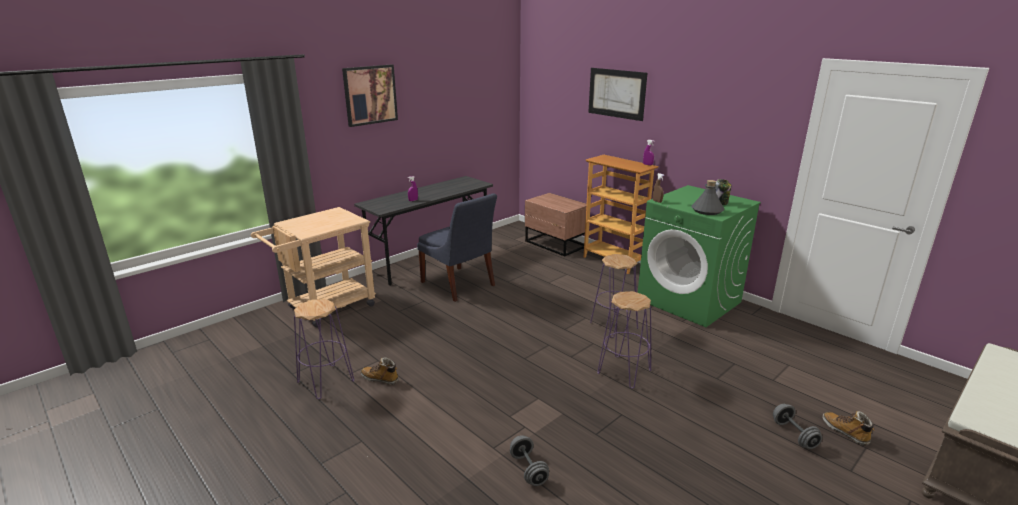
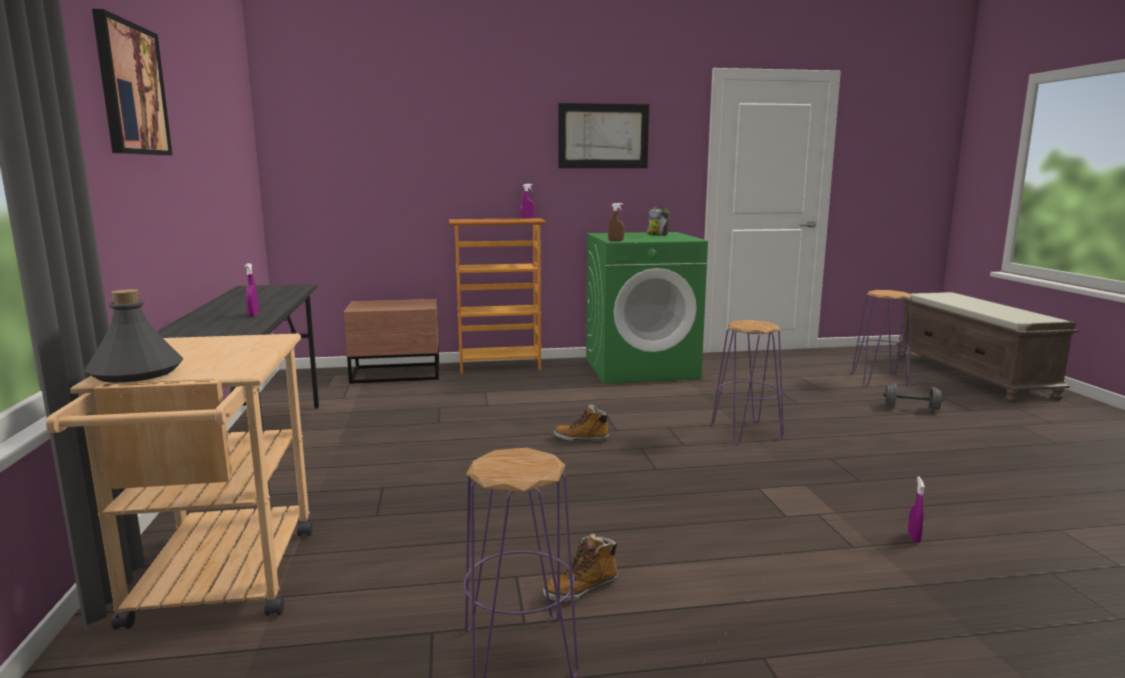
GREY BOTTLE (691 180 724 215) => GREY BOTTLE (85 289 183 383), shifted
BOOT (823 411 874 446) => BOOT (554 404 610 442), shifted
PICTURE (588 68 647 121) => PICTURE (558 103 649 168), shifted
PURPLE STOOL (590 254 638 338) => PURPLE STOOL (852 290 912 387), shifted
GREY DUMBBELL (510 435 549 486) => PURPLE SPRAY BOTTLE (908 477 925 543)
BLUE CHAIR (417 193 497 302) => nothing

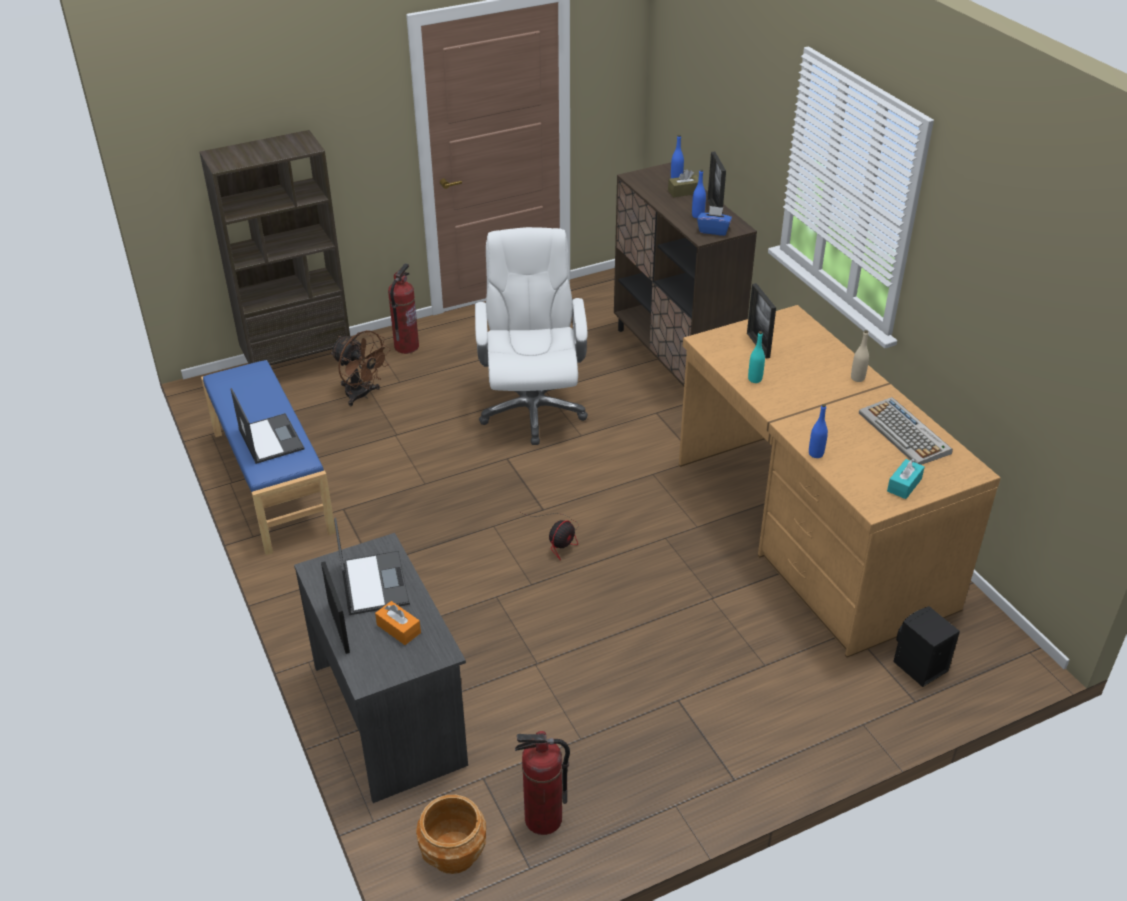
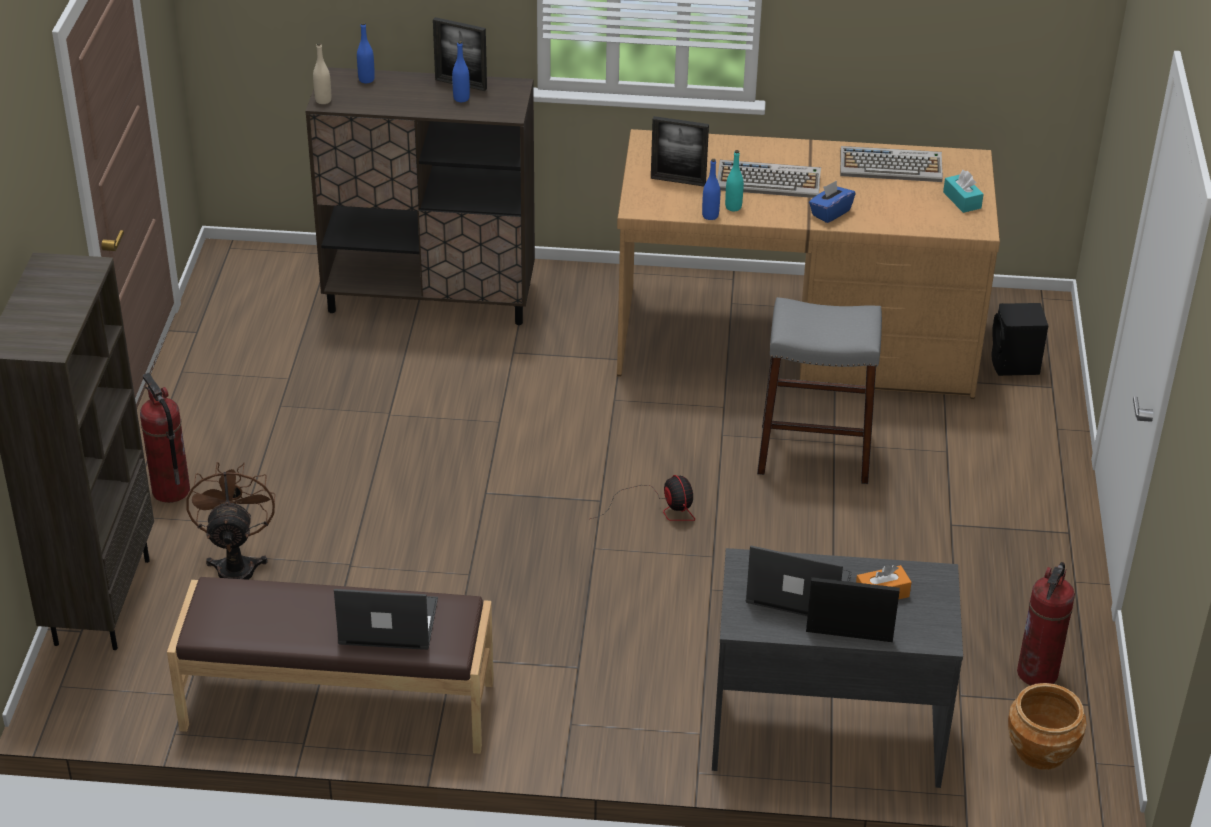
BLUE BENCH (201 360 336 555) => BROWN BENCH (167 577 494 754)
BROWN FAN (330 330 391 406) => BROWN FAN (186 462 275 580), 75 degrees counterclockwise
BEIGE BOTTLE (851 330 869 382) => BEIGE BOTTLE (313 43 331 104), shifted
BLUE BOTTLE (809 404 828 458) => BLUE BOTTLE (702 159 720 220), shifted
nothing => KEYBOARD (717 160 821 198)
nothing => GREY STOOL (757 297 882 484)
BLUE TISSUE BOX (697 206 732 236) => BLUE TISSUE BOX (809 180 855 223), shifted
WHITE OFFICE CHAIR (475 227 588 445) => nothing
BROWN TISSUE BOX (668 169 699 197) => nothing

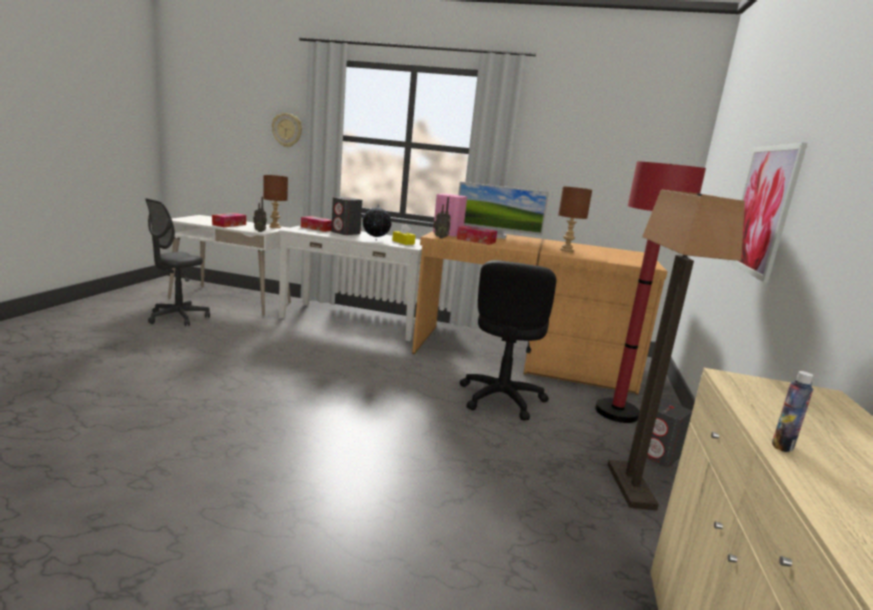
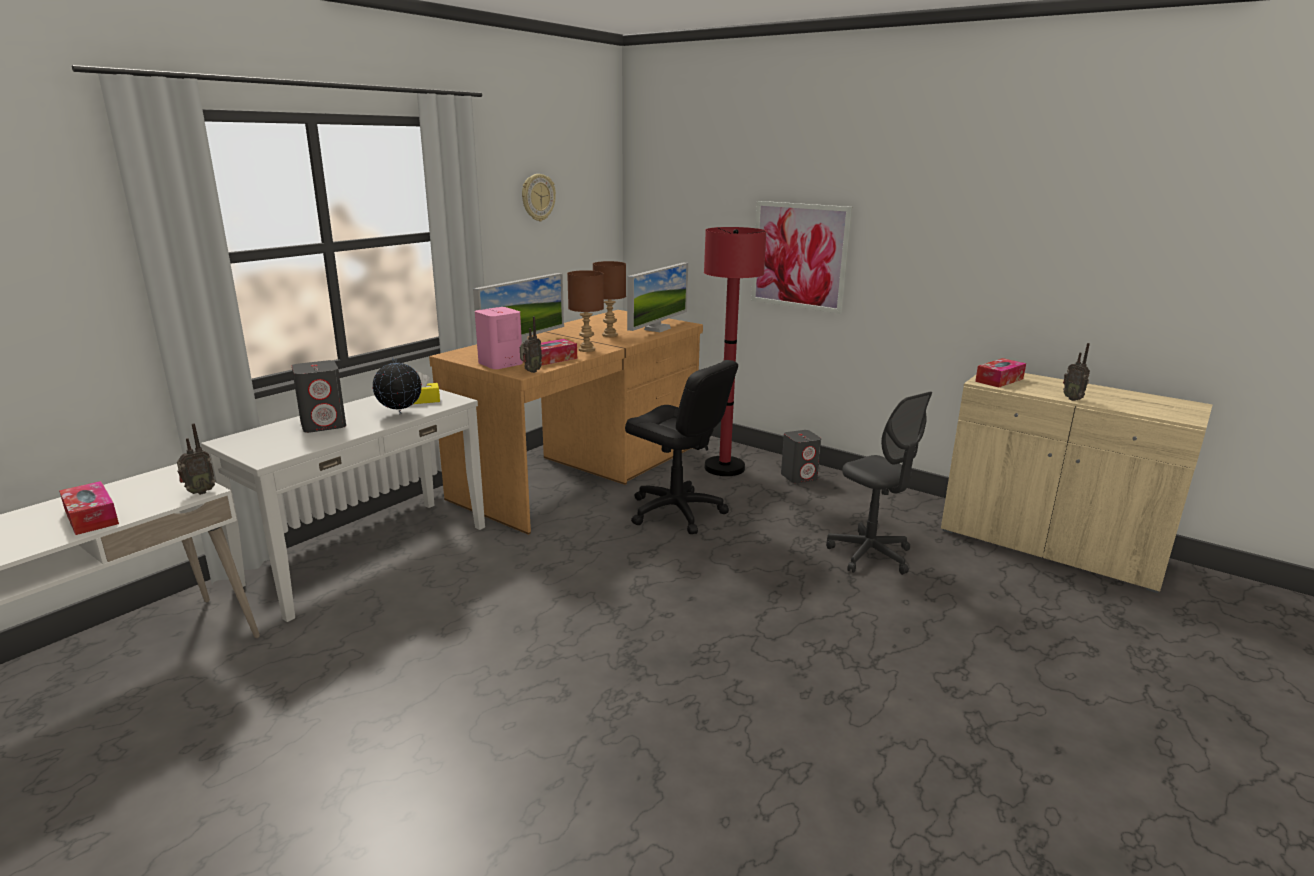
WALL CLOCK (272 113 302 147) => WALL CLOCK (522 174 556 221), shifted
BROWN TABLE LAMP (263 175 288 228) => BROWN TABLE LAMP (567 270 604 352), shifted
nothing => MONITOR (627 263 688 332)
GREY OFFICE CHAIR (145 199 210 326) => GREY OFFICE CHAIR (826 392 932 575), shifted
TISSUE BOX (301 216 332 232) => TISSUE BOX (975 358 1026 388), shifted
BOTTLE (772 371 814 452) => RADIO (1063 343 1090 401)
FLOOR LAMP (608 190 745 510) => nothing

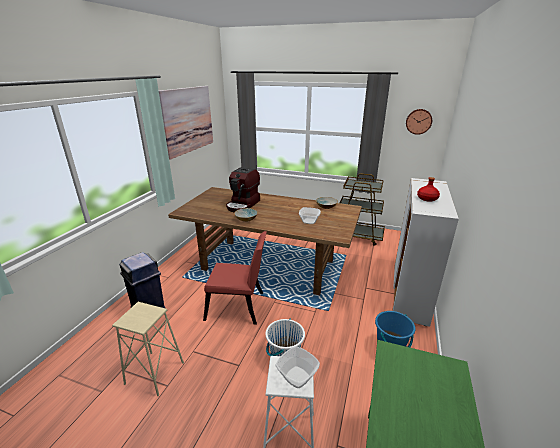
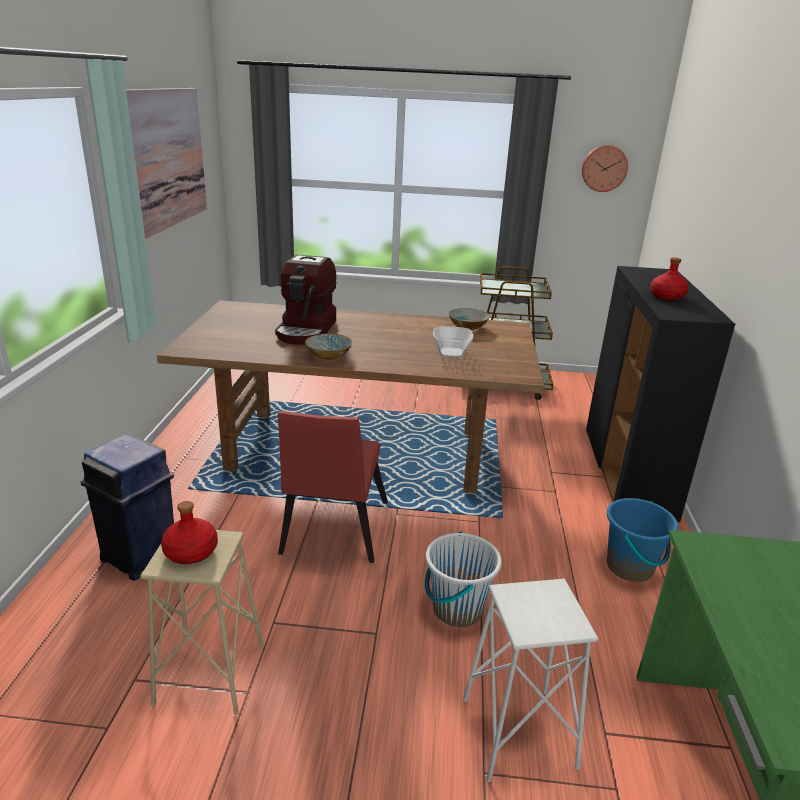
nothing => RED BOTTLE (161 501 218 564)
RED CHAIR (203 231 267 325) => RED CHAIR (278 410 388 563), 105 degrees clockwise
WHITE CABINET (392 178 459 327) => BLACK CABINET (586 266 735 522)
BOWL (275 346 320 388) => nothing

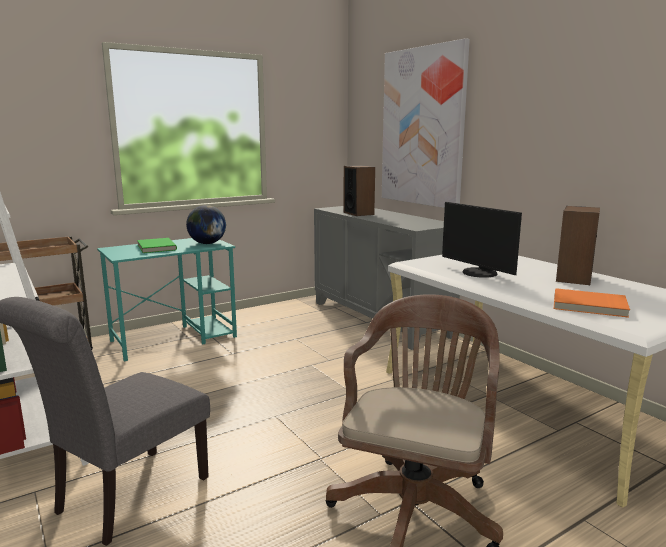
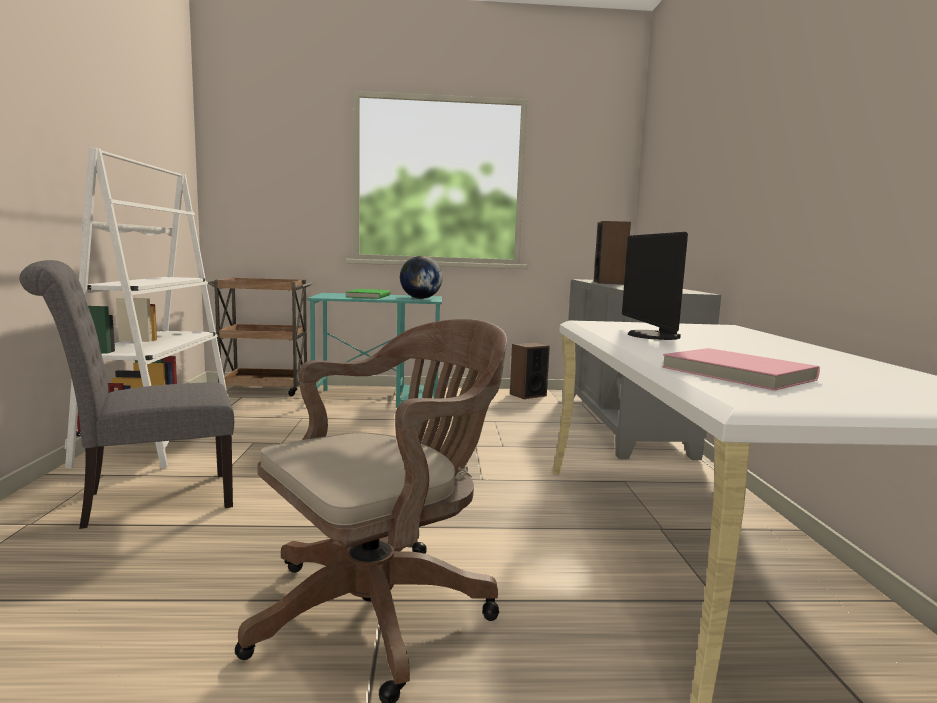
SPEAKER (556 206 600 285) => SPEAKER (510 342 550 399), shifted
ORANGE BOOK (554 288 630 318) => PINK BOOK (662 348 820 391)
PICTURE (382 38 470 208) => nothing

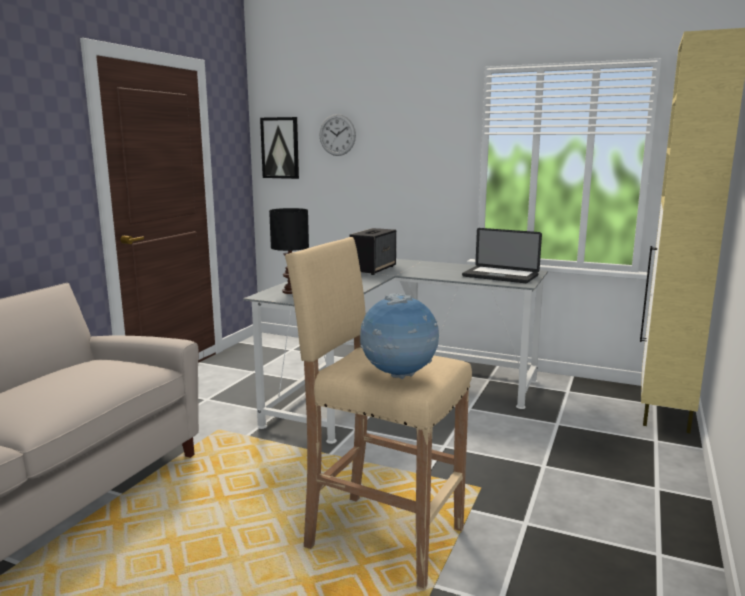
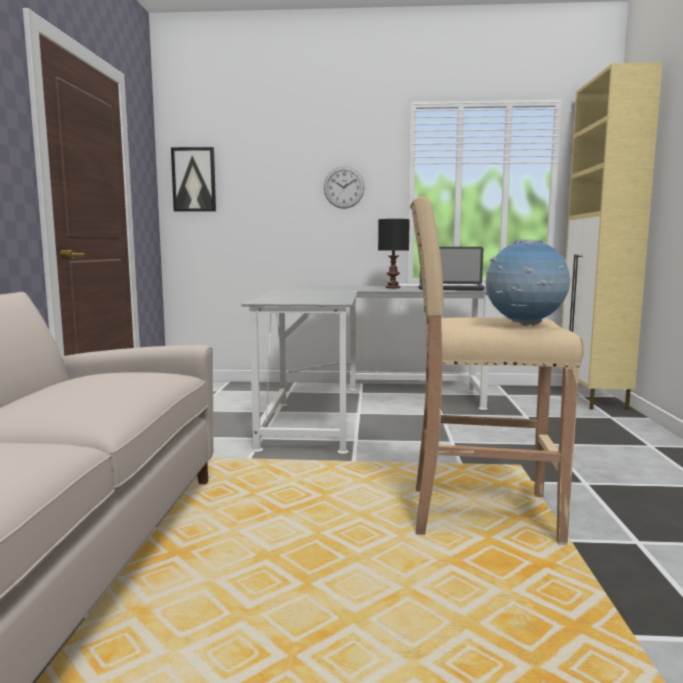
WALL CLOCK (319 114 356 156) => WALL CLOCK (324 166 365 209), shifted
BLACK TABLE LAMP (269 208 309 294) => BLACK TABLE LAMP (378 219 410 288), shifted
SPEAKER (349 228 396 275) => nothing

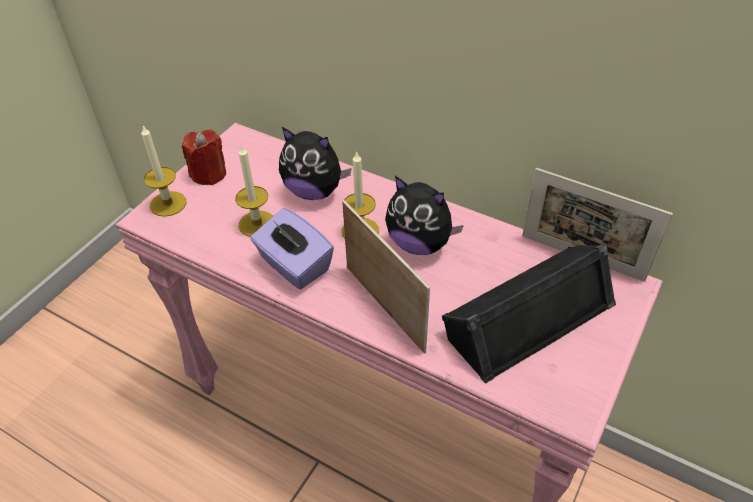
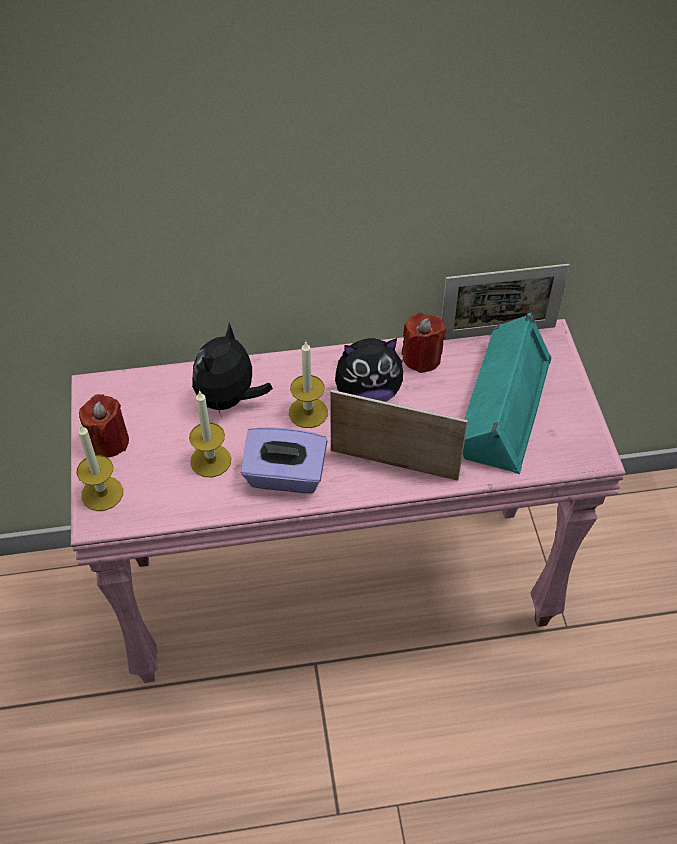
PLUSH TOY (279 127 352 200) => PLUSH TOY (192 323 273 417), 135 degrees clockwise
nothing => RED CANDLE (402 313 447 373)
BLACK SPEAKER (442 243 616 384) => TURQUOISE SPEAKER (463 312 552 474)

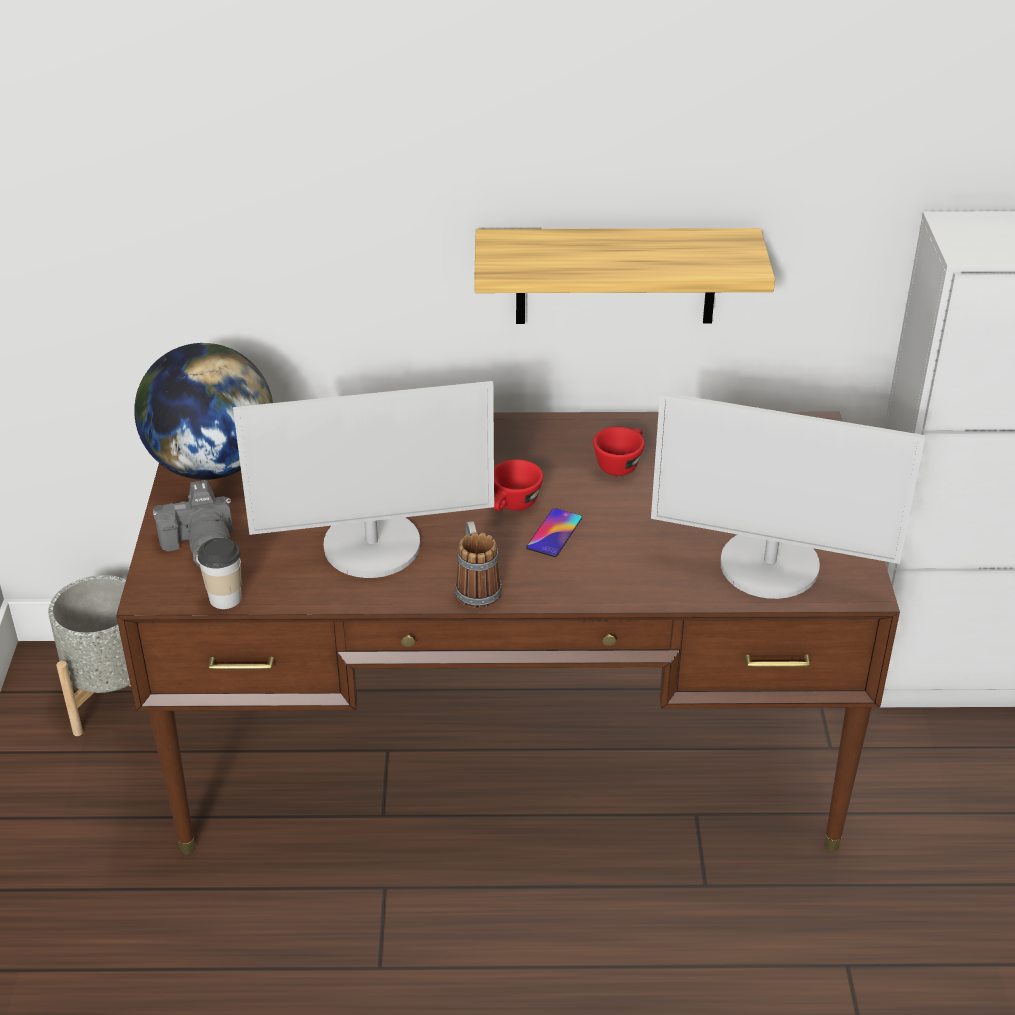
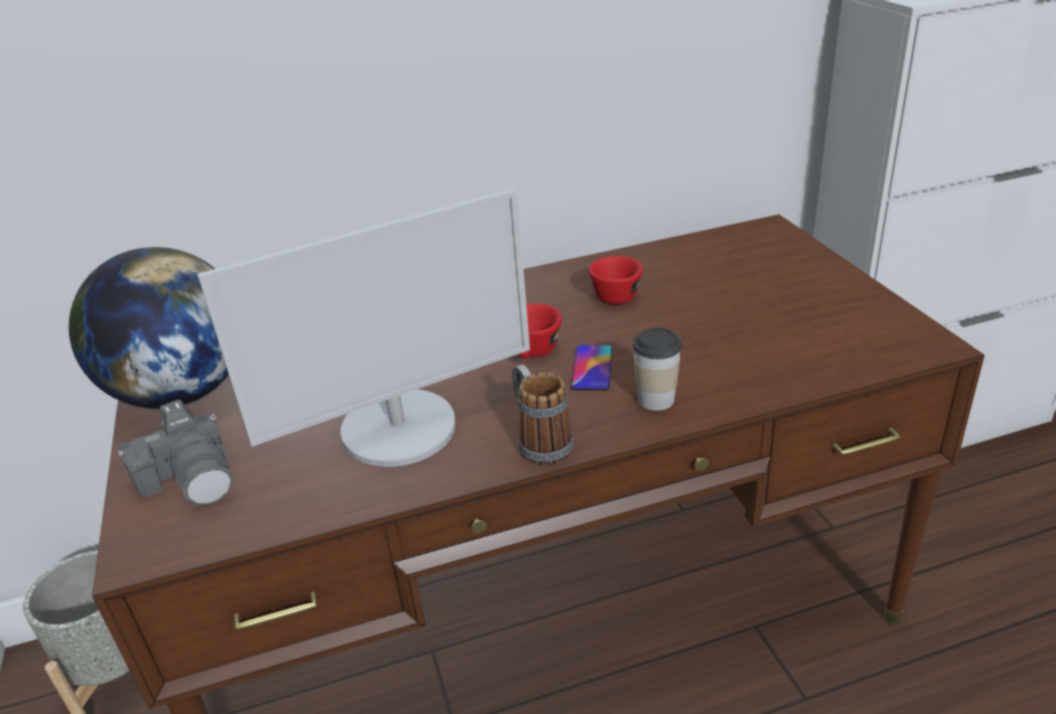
CUP (197 537 242 609) => CUP (633 327 682 411), shifted
SHELF (474 228 775 324) => nothing
MONITOR (651 392 925 599) => nothing

